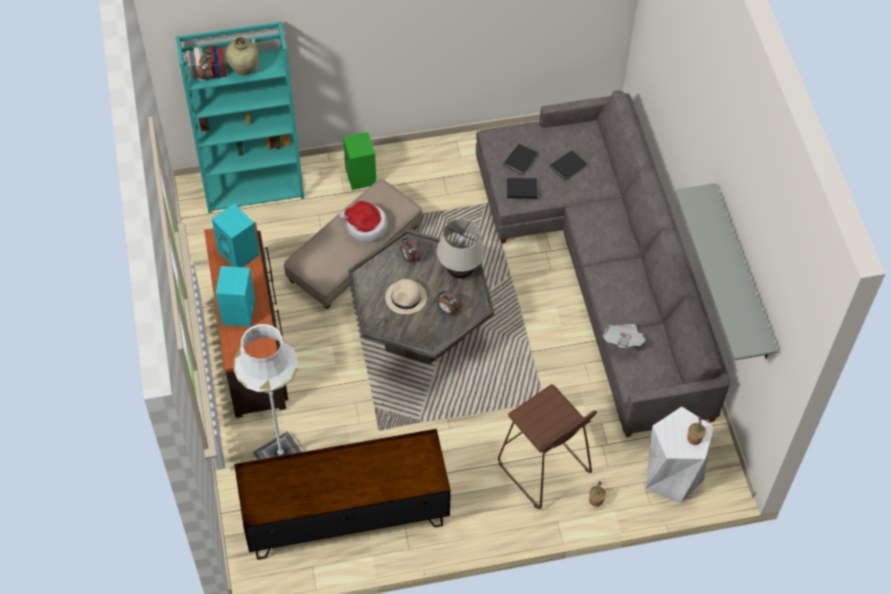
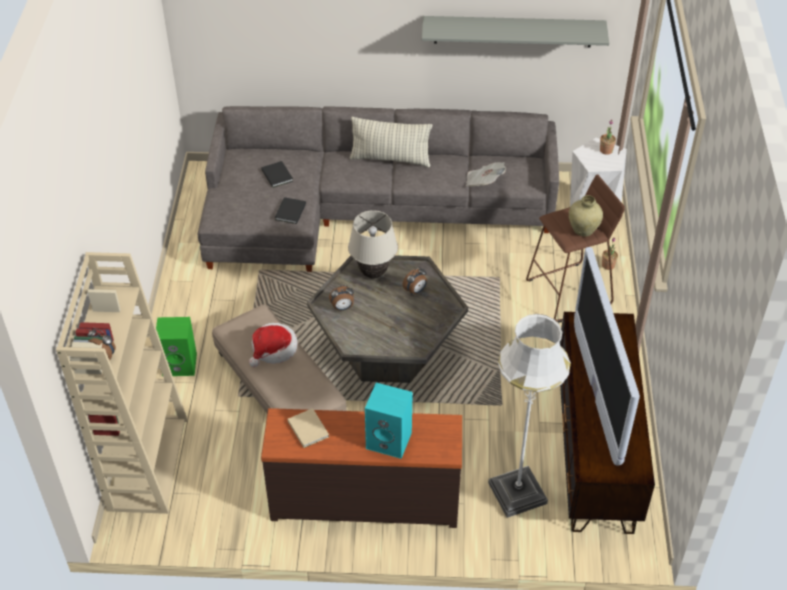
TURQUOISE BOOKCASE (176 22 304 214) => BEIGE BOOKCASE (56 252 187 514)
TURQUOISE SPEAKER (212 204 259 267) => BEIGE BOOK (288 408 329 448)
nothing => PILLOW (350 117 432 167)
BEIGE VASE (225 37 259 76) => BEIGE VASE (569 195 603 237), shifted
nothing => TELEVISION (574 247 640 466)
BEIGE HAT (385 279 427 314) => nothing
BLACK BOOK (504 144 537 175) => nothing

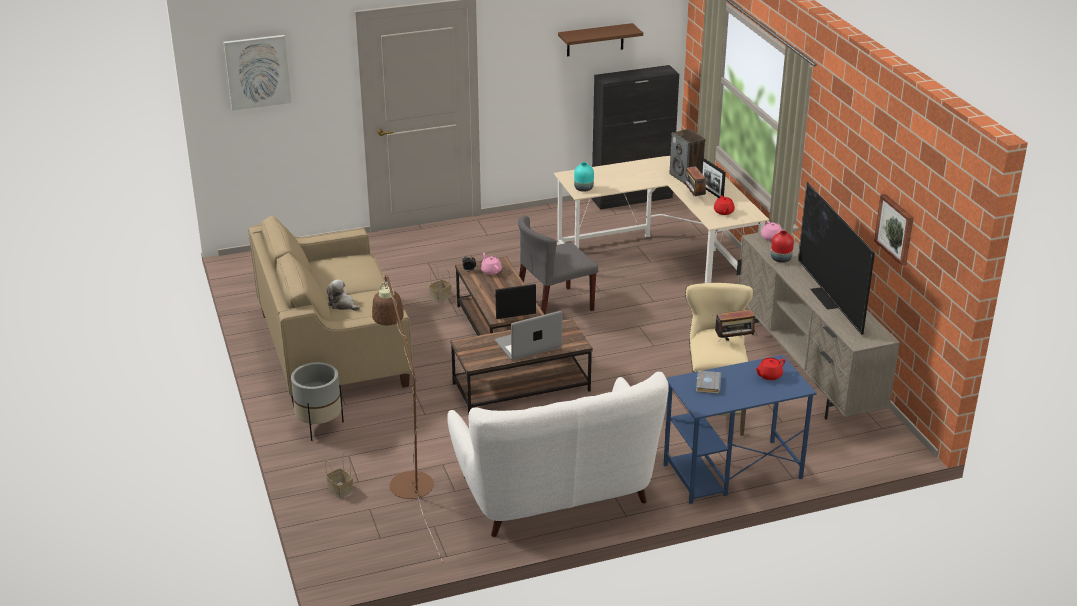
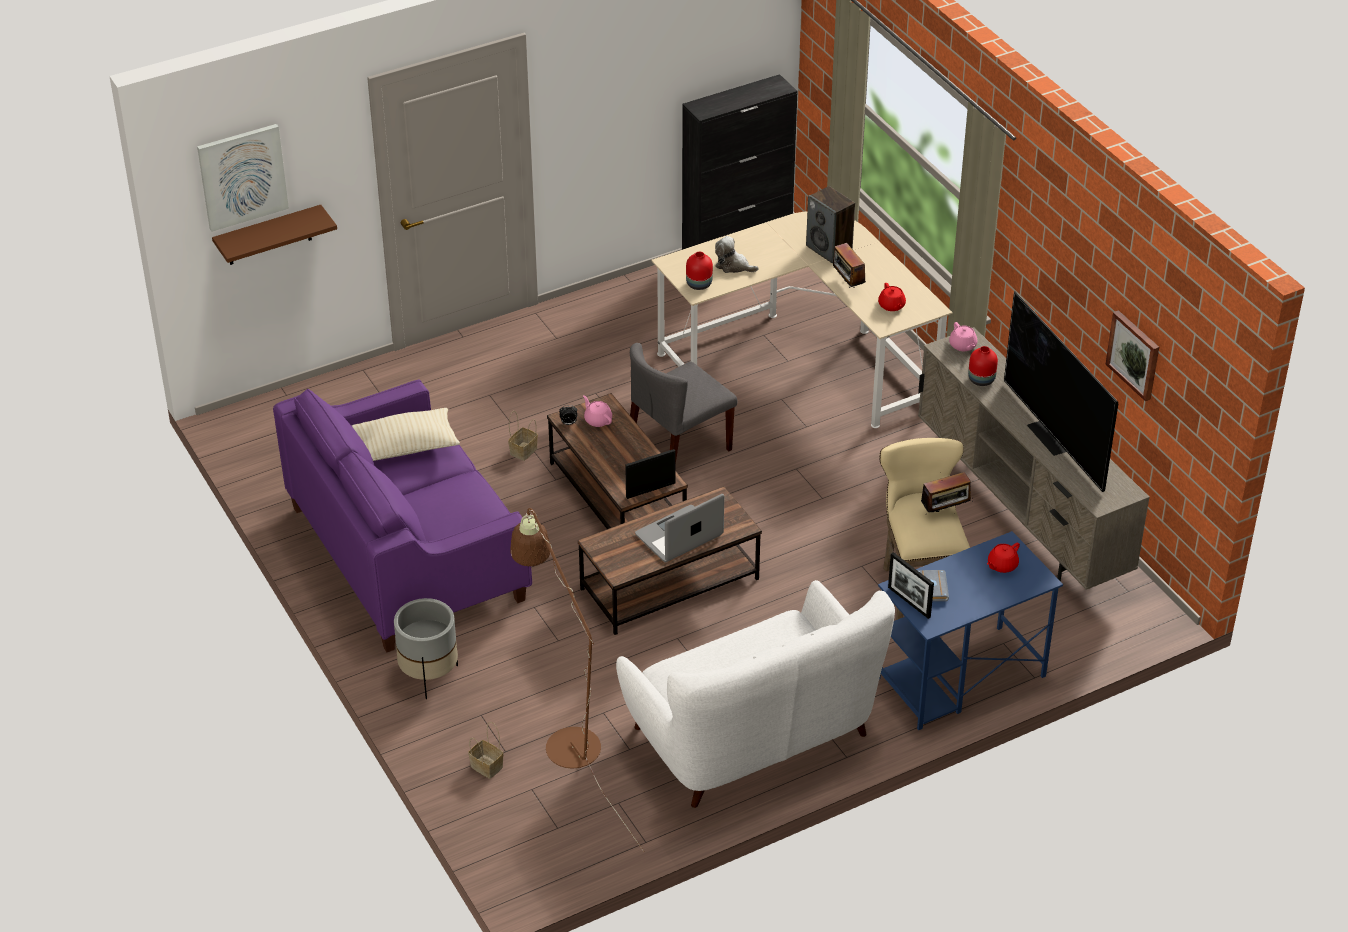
BROWN SHELF (558 23 643 57) => BROWN SHELF (212 205 337 265), shifted
BEIGE SOFA (248 215 413 407) => PURPLE SOFA (273 380 532 652)
nothing => BEIGE PILLOW (351 408 460 461)
TURQUOISE VASE (574 162 594 192) => RED VASE (686 252 713 290)
PLUSH TOY (326 279 360 311) => PLUSH TOY (715 236 759 273), shifted
PICTURE FRAME (701 158 726 198) => PICTURE FRAME (888 552 934 619), shifted

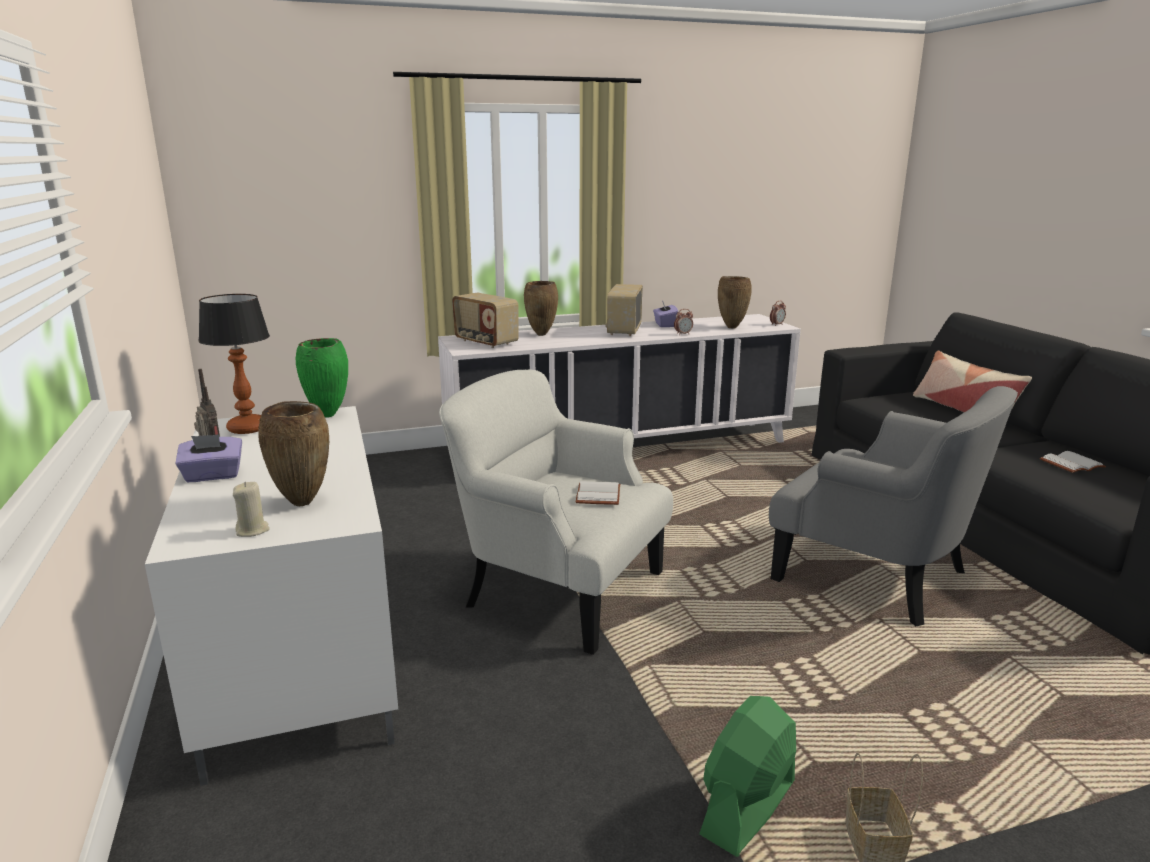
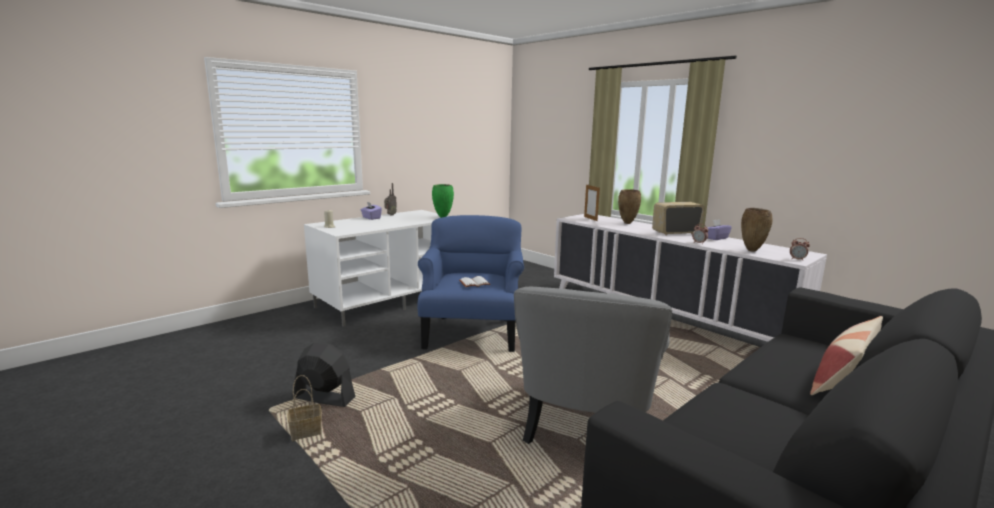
GREEN FAN (699 696 796 857) => BLACK FAN (294 342 356 407)
WHITE ARMCHAIR (439 370 673 655) => BLUE ARMCHAIR (418 215 524 352)
RADIO (452 292 519 348) => PICTURE FRAME (584 185 600 221)
TABLE LAMP (198 294 270 434) => nothing
BROWN VASE (258 401 329 506) => nothing
WHITE BOOK (1040 451 1106 473) => nothing

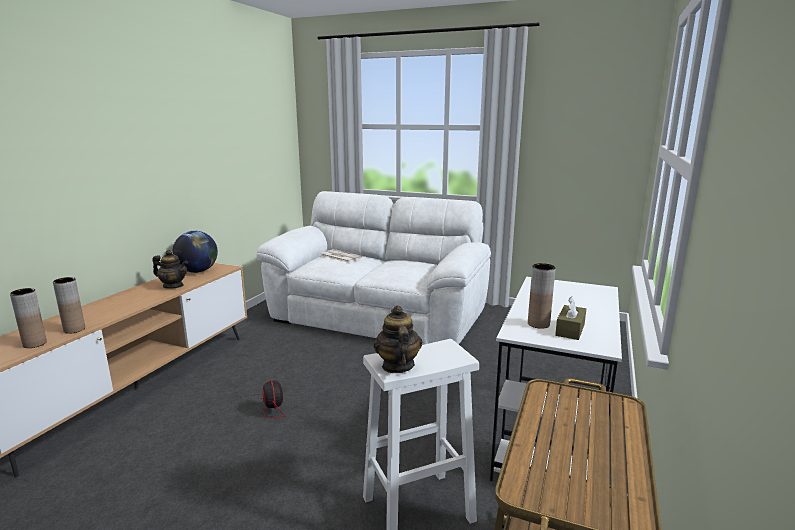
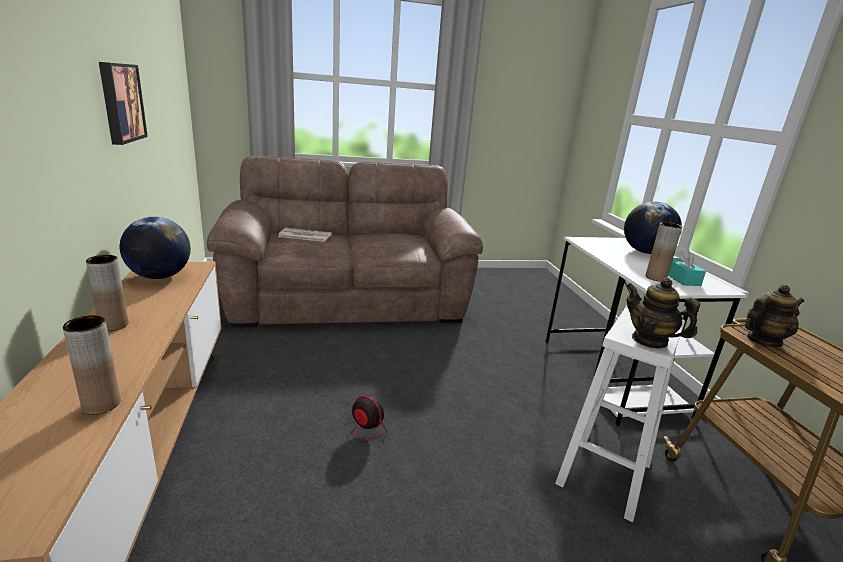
BROWN VASE (10 288 47 348) => BROWN VASE (86 255 129 331), shifted
nothing => PICTURE (99 62 148 145)
WHITE SOFA (256 191 491 345) => BROWN SOFA (207 156 483 327)
nothing => GLOBE (624 202 682 254)
BROWN TISSUE BOX (555 297 586 340) => TURQUOISE TISSUE BOX (668 249 706 286)
TEAPOT (153 250 188 289) => TEAPOT (745 285 805 347), shifted

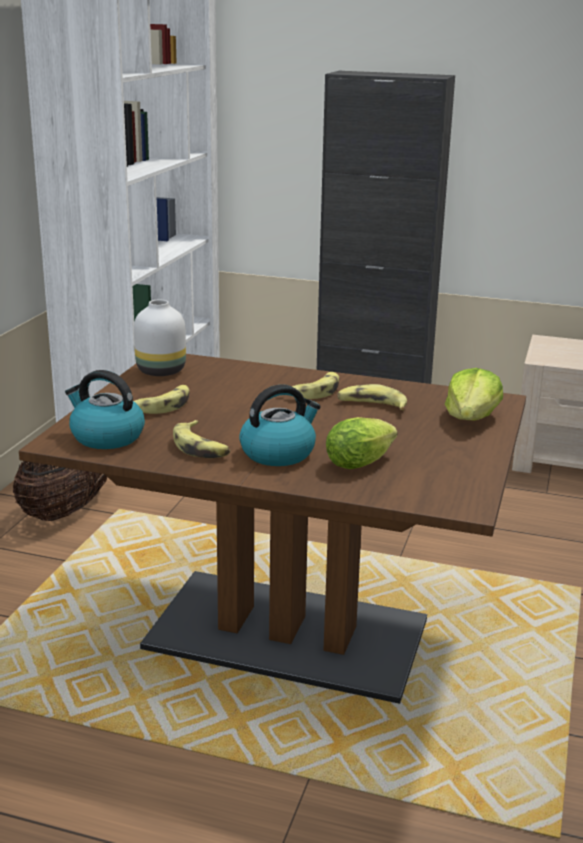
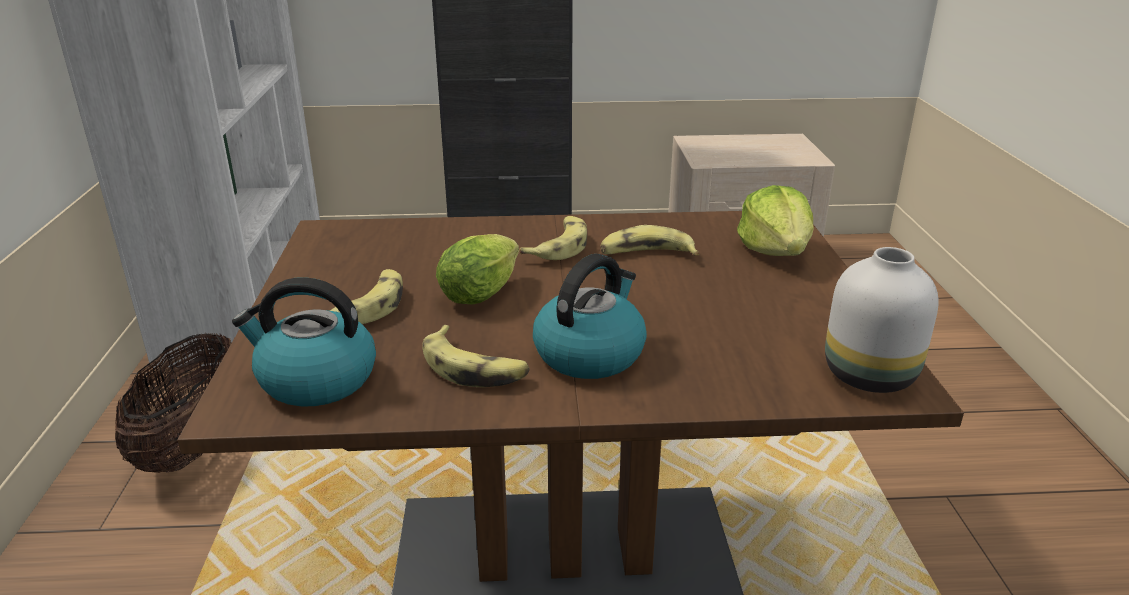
LETTUCE (326 417 397 469) => LETTUCE (436 234 519 305), shifted
WHITE VASE (134 300 186 376) => WHITE VASE (825 247 939 393), shifted

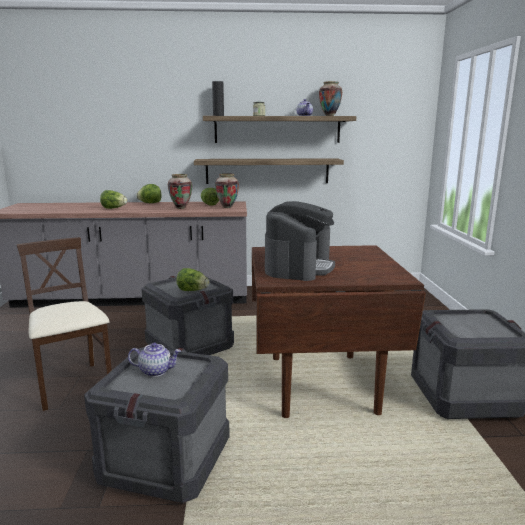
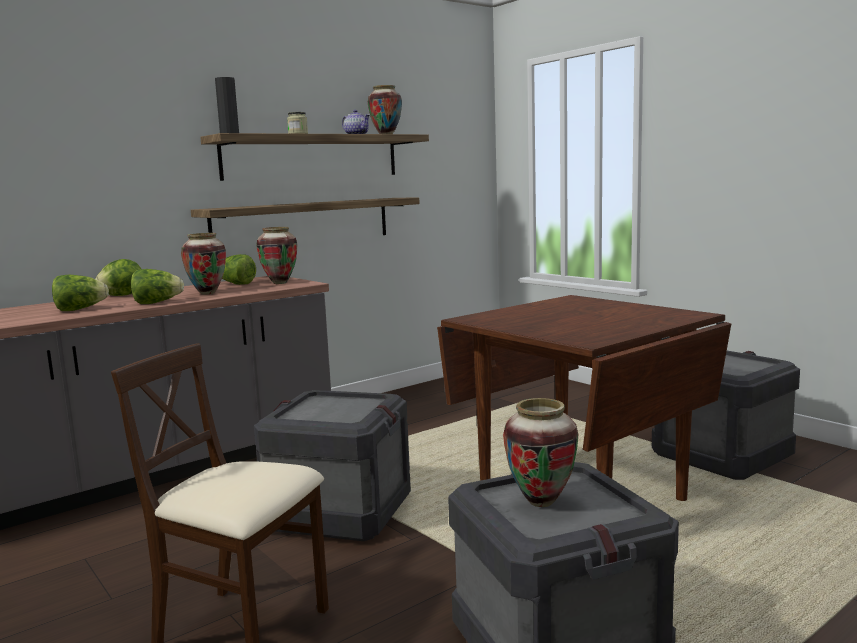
LETTUCE (176 268 209 291) => LETTUCE (131 269 184 304), shifted
TEAPOT (128 343 181 377) => VASE (503 398 578 507)
COFFEE MACHINE (265 201 335 281) => nothing

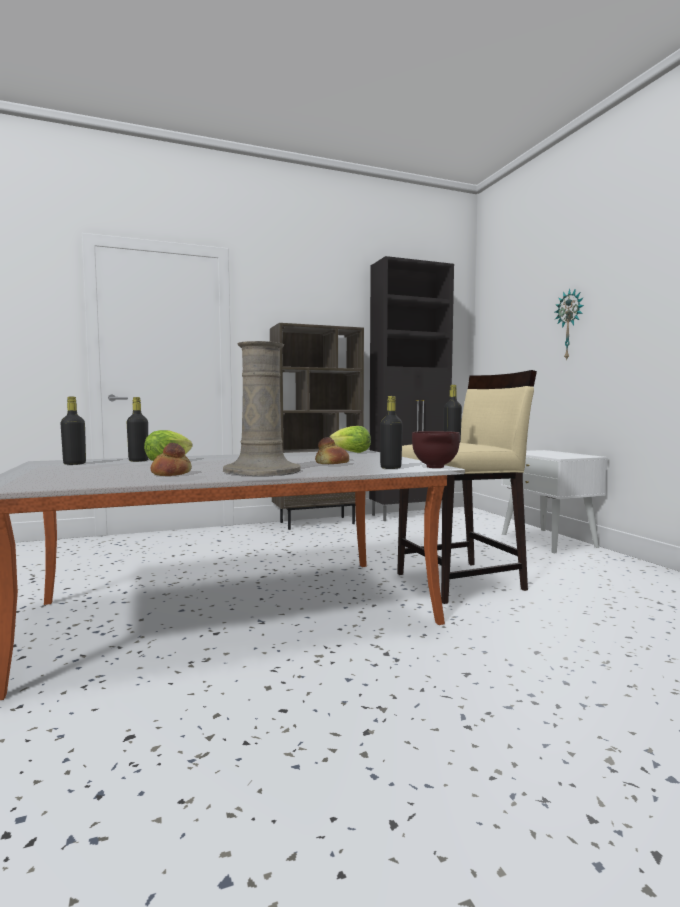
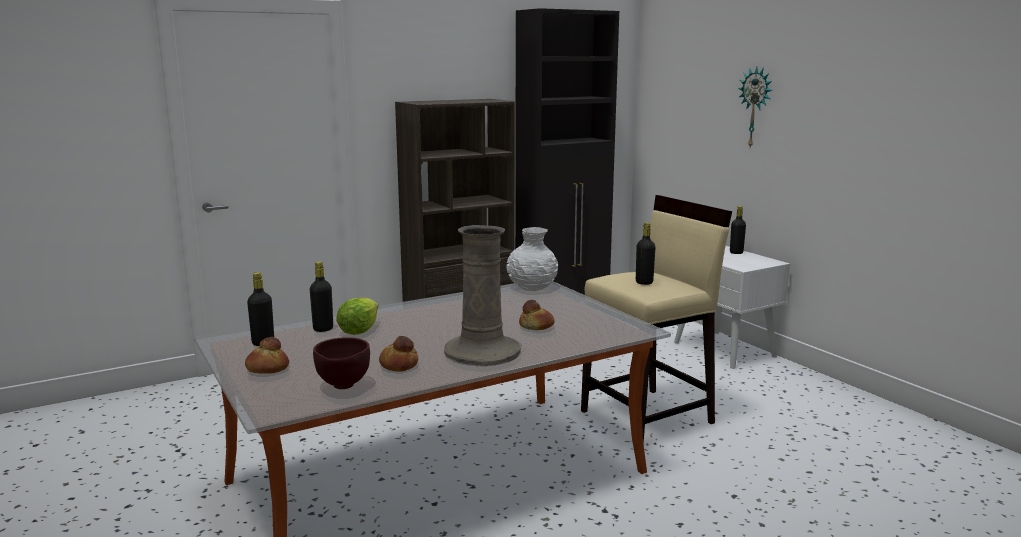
nothing => BREAD (245 337 289 374)
BROWN BOWL (412 431 460 468) => BROWN BOWL (313 337 370 389), shifted
LETTUCE (330 426 371 453) => WHITE VASE (507 227 558 291)
BLACK BOTTLE (380 396 403 469) => BLACK BOTTLE (730 206 746 254), shifted

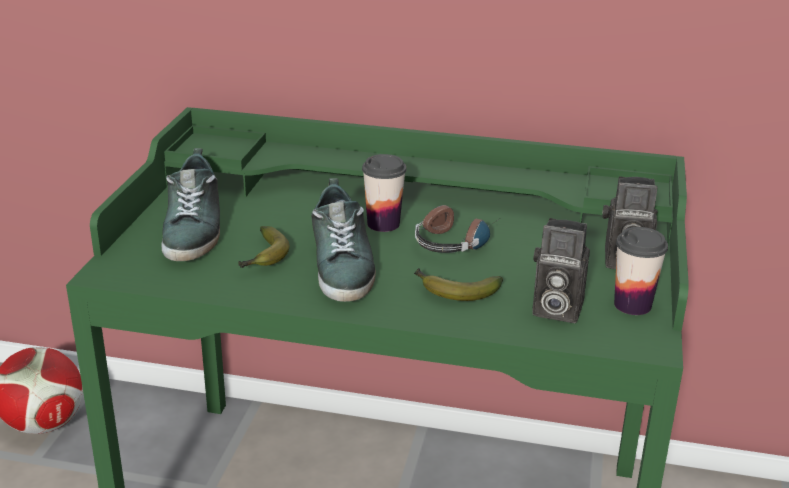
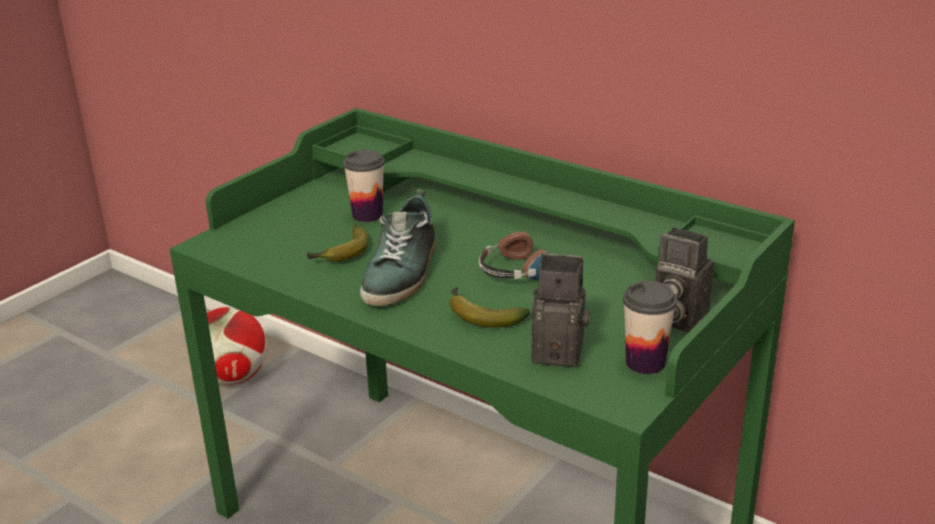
CUP (362 154 406 232) => CUP (343 149 384 222), shifted
PHOTO CAMERA (532 218 590 323) => PHOTO CAMERA (531 253 590 367), 150 degrees clockwise
SHOE (161 148 220 261) => nothing

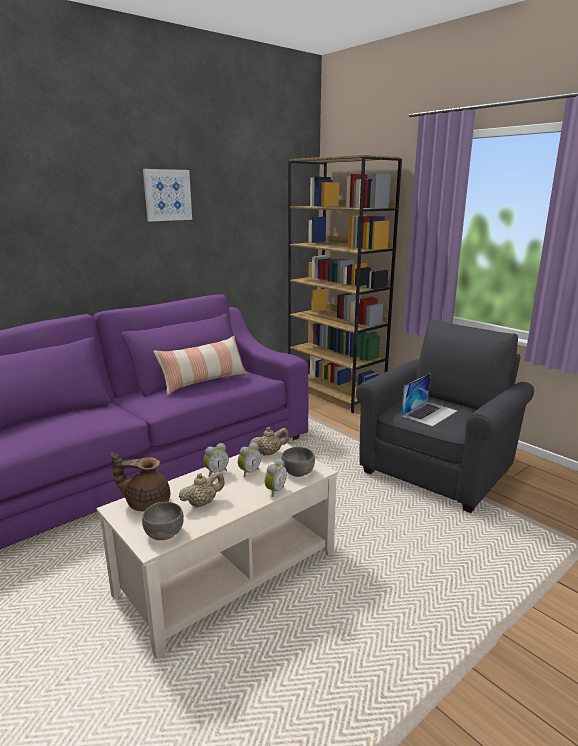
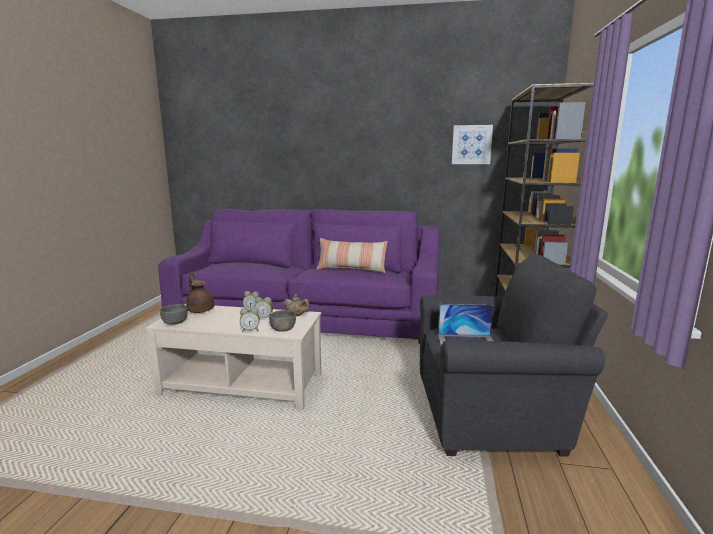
PICTURE (143 169 192 222) => PICTURE (452 125 493 164), shifted
BEIGE TEAPOT (179 471 225 508) => nothing

